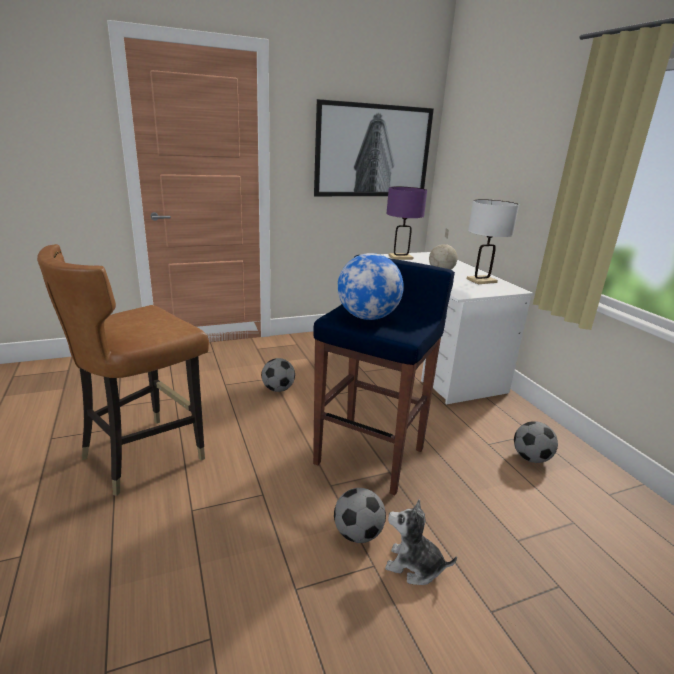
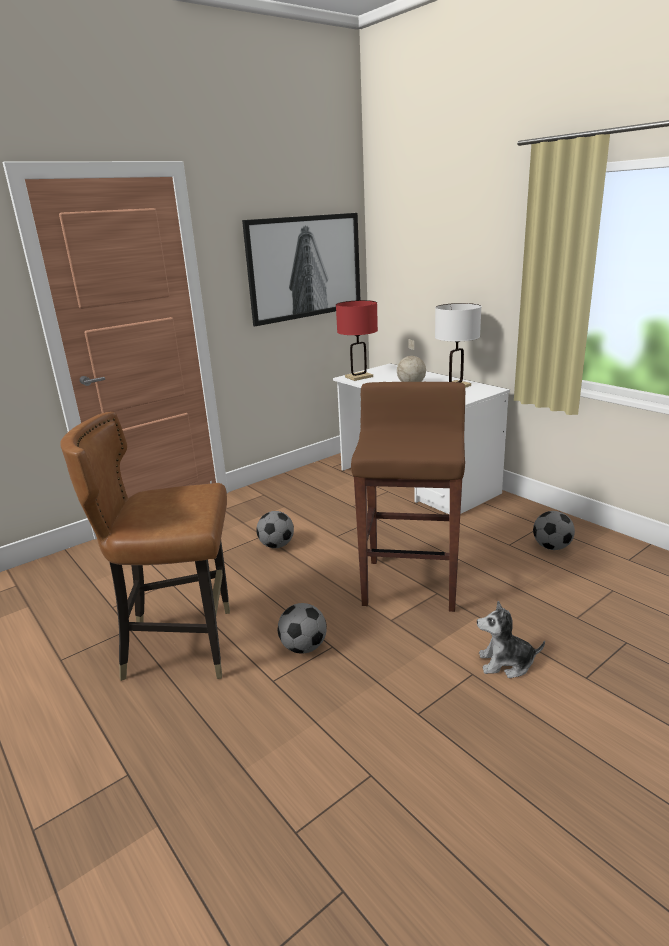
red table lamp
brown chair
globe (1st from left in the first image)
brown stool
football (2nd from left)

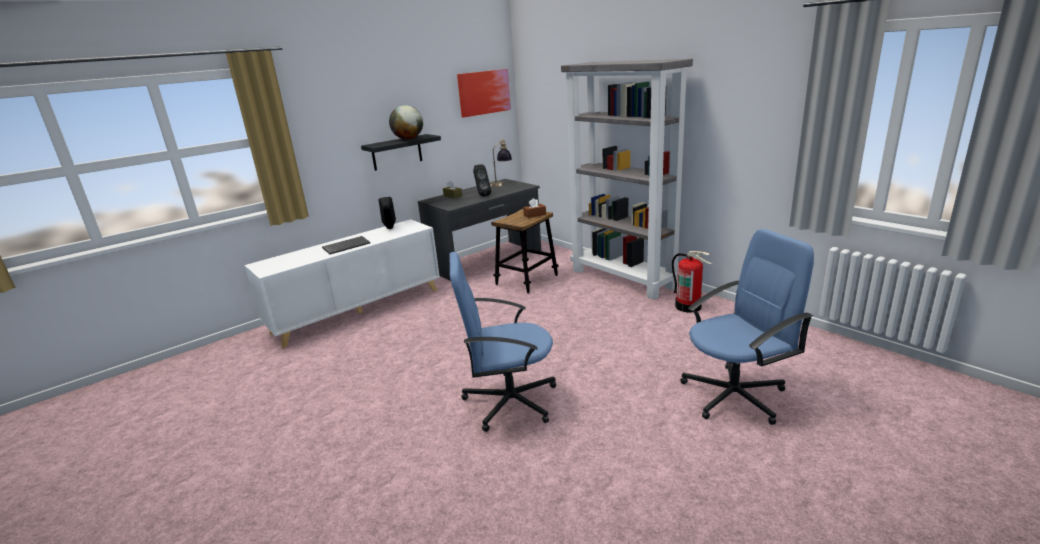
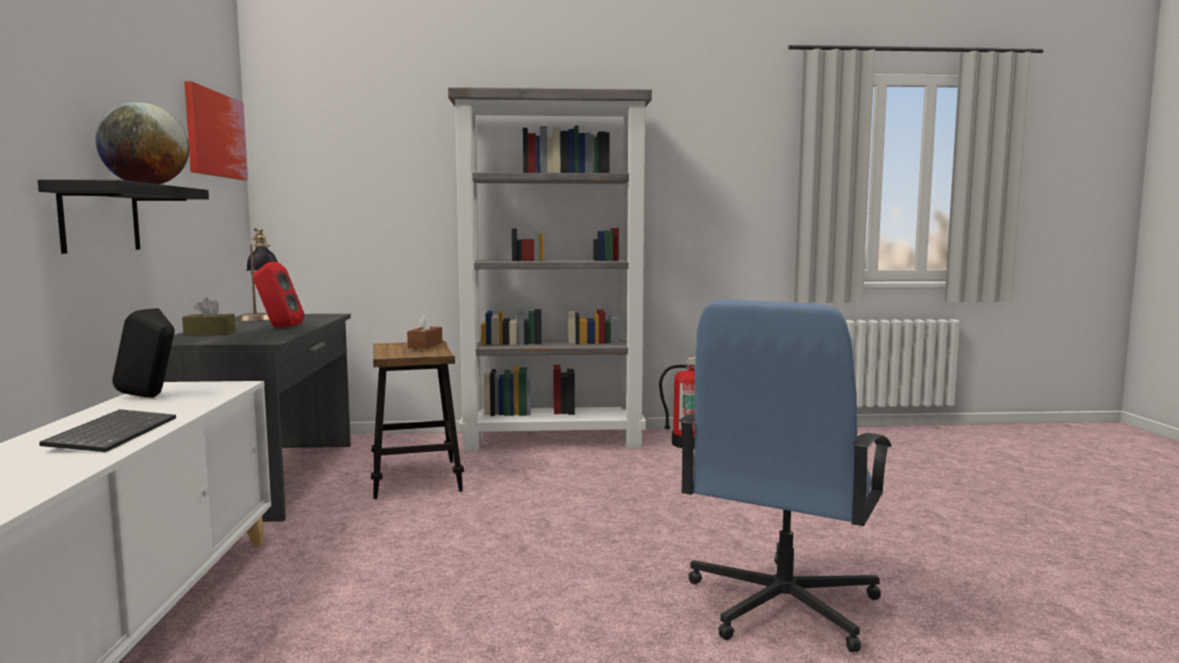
red speaker
blue office chair (2nd from left in the first image)

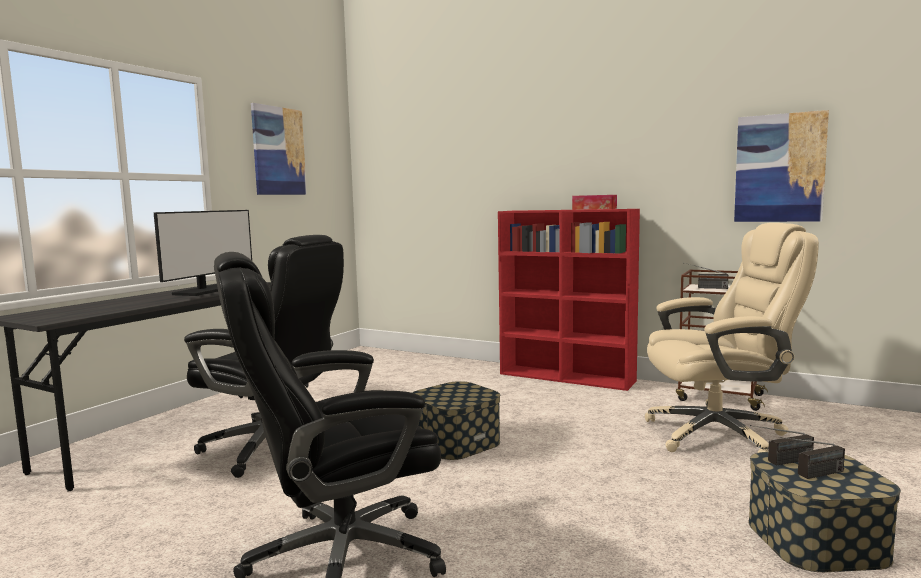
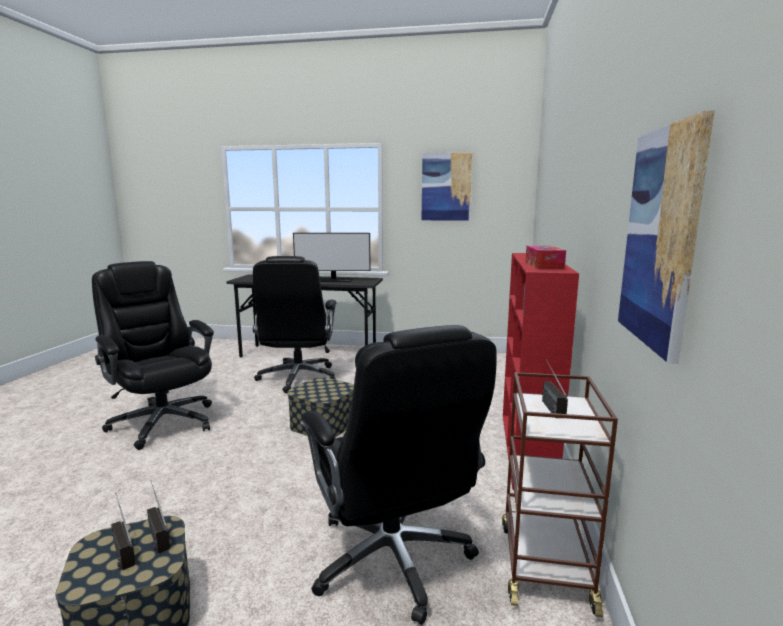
black office chair (3rd from left)

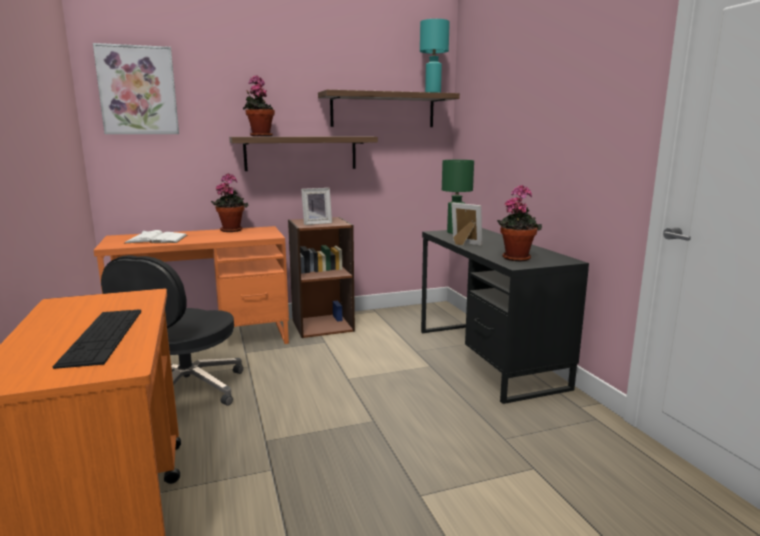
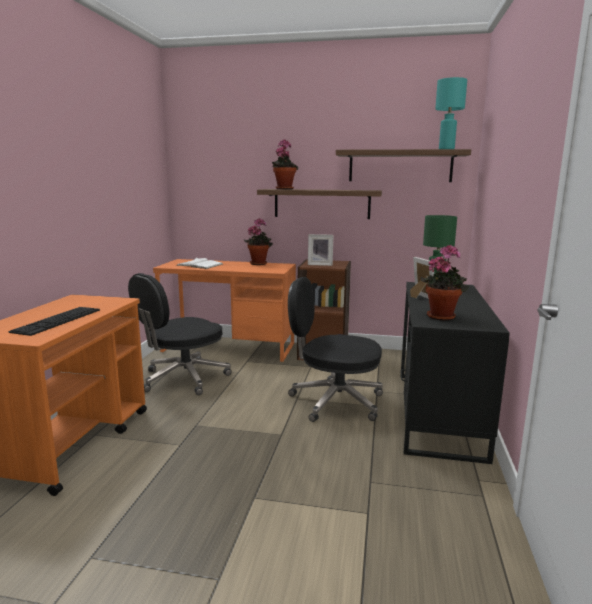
picture
black office chair (2nd from left)

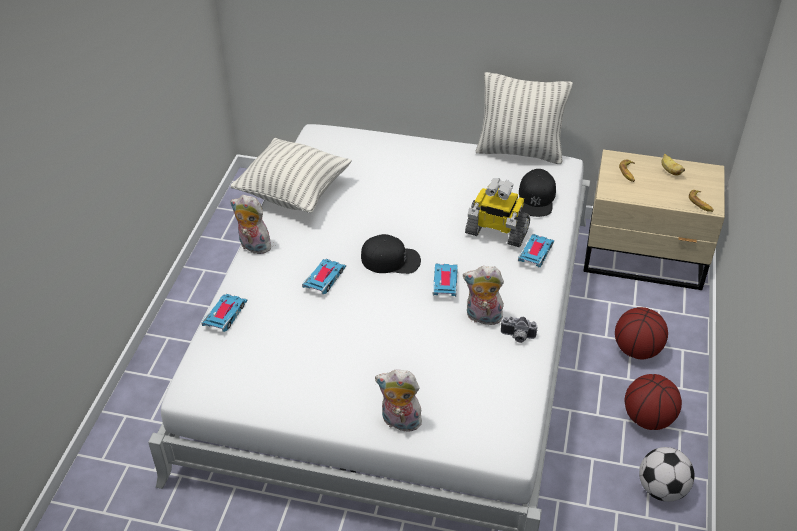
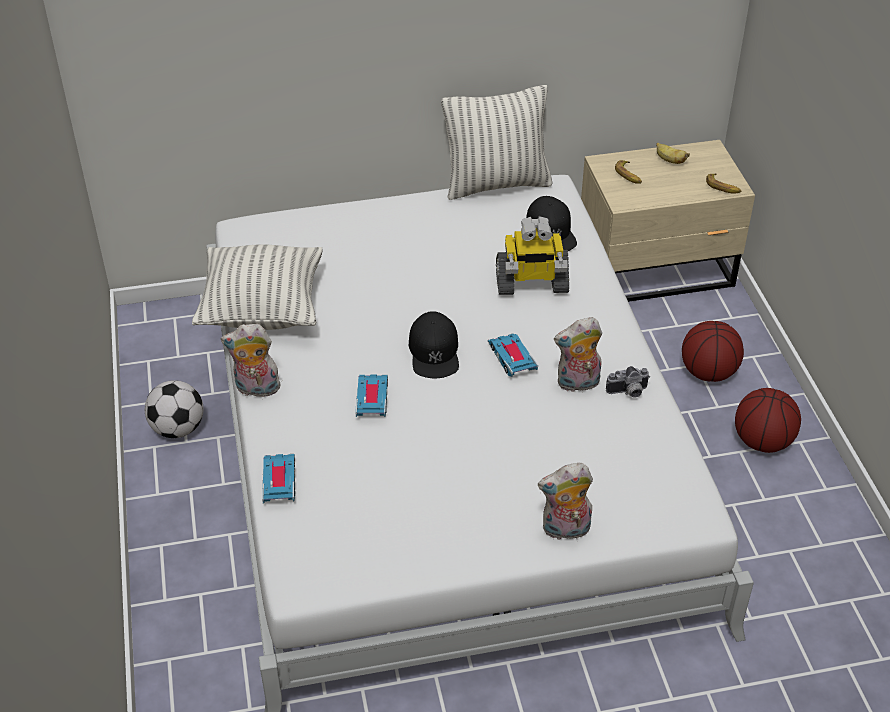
black cap (1st from left)
toy car (4th from left in the first image)
football

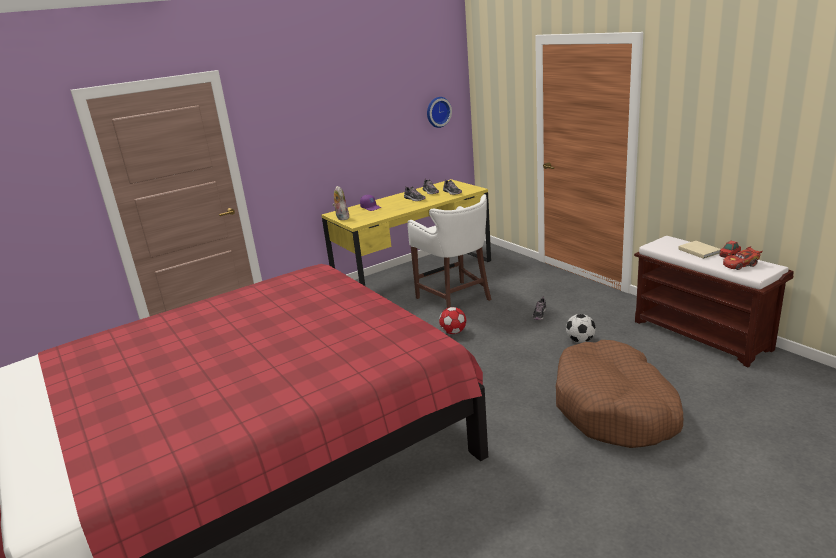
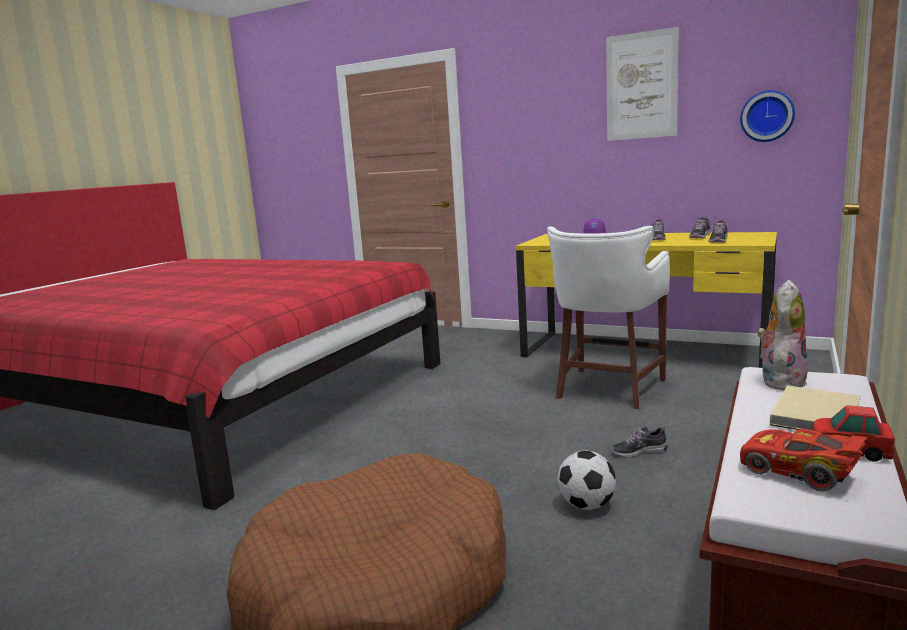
plush toy
football (1st from left in the first image)
picture

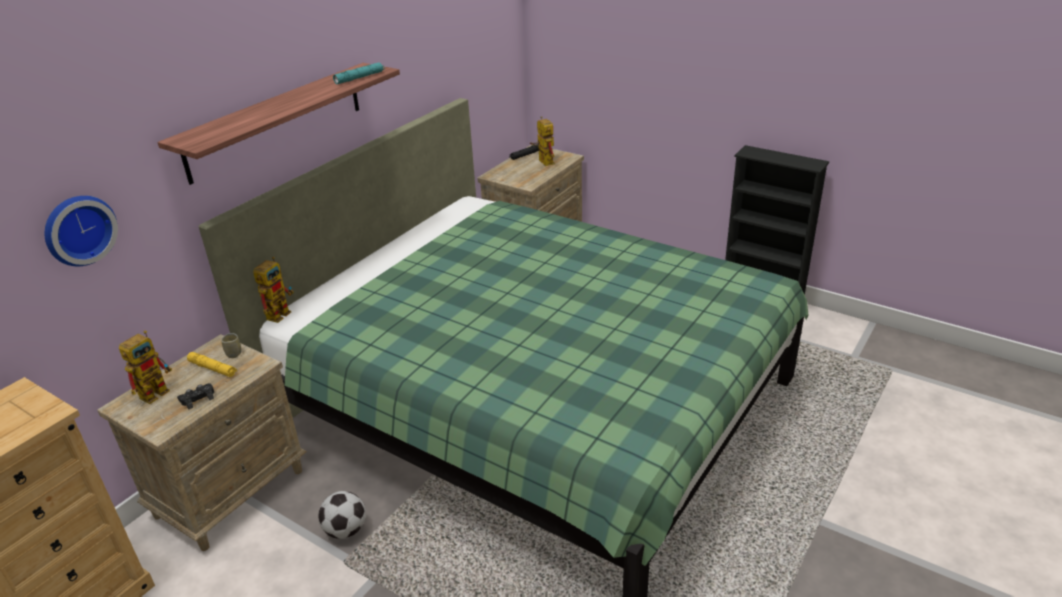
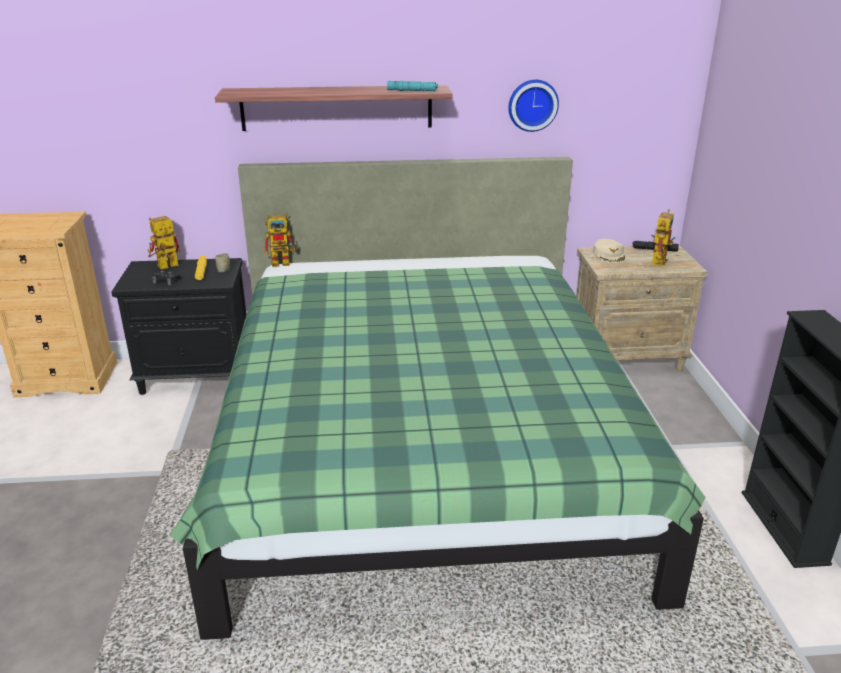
wall clock
toy robot (1st from left)
black nightstand
football
beige cap

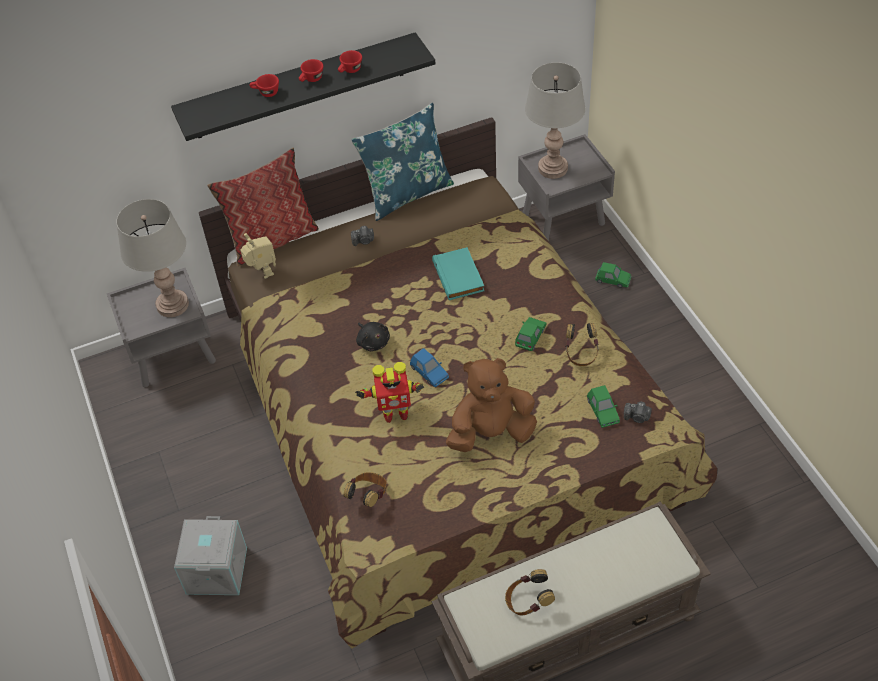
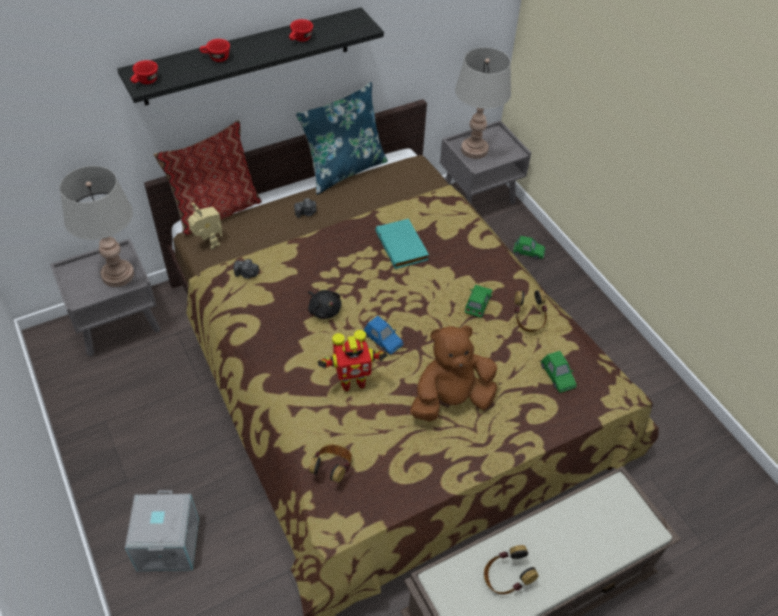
red cup (1st from left)
photo camera (1st from left)

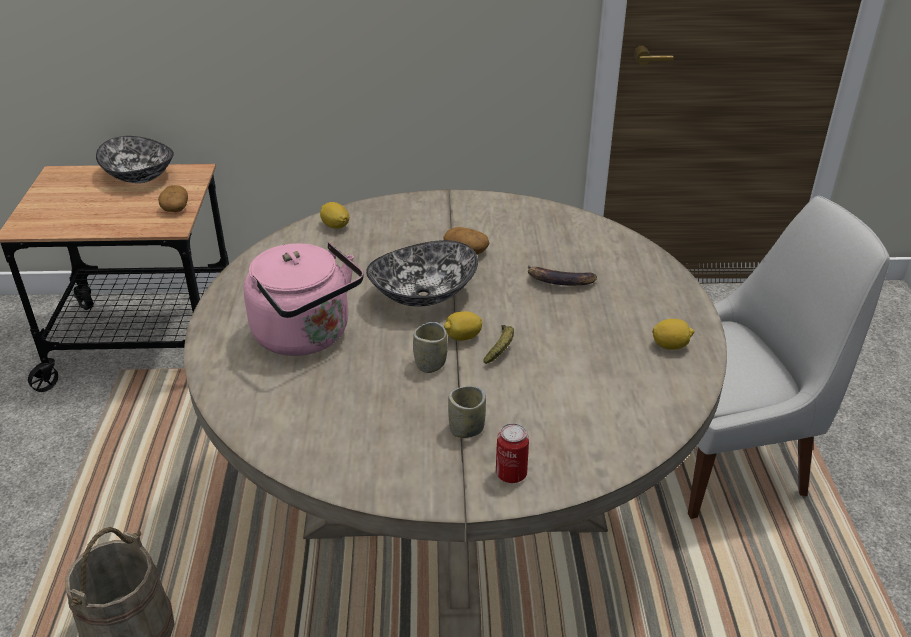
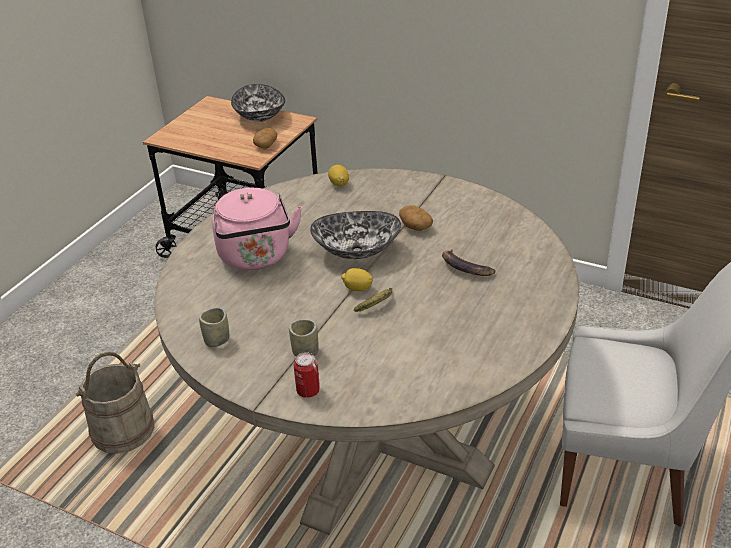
lemon (3rd from left in the first image)
cup (1st from left)

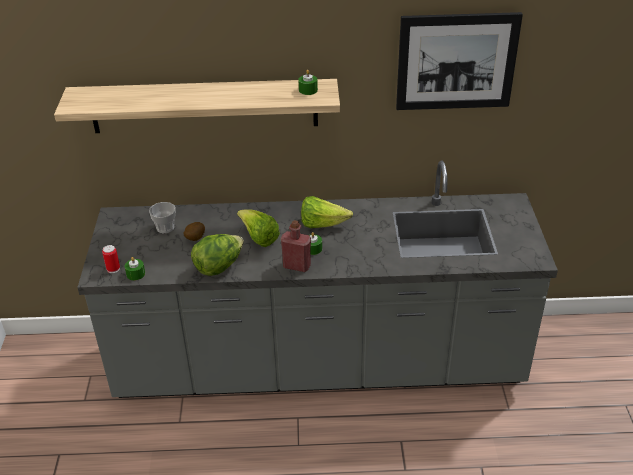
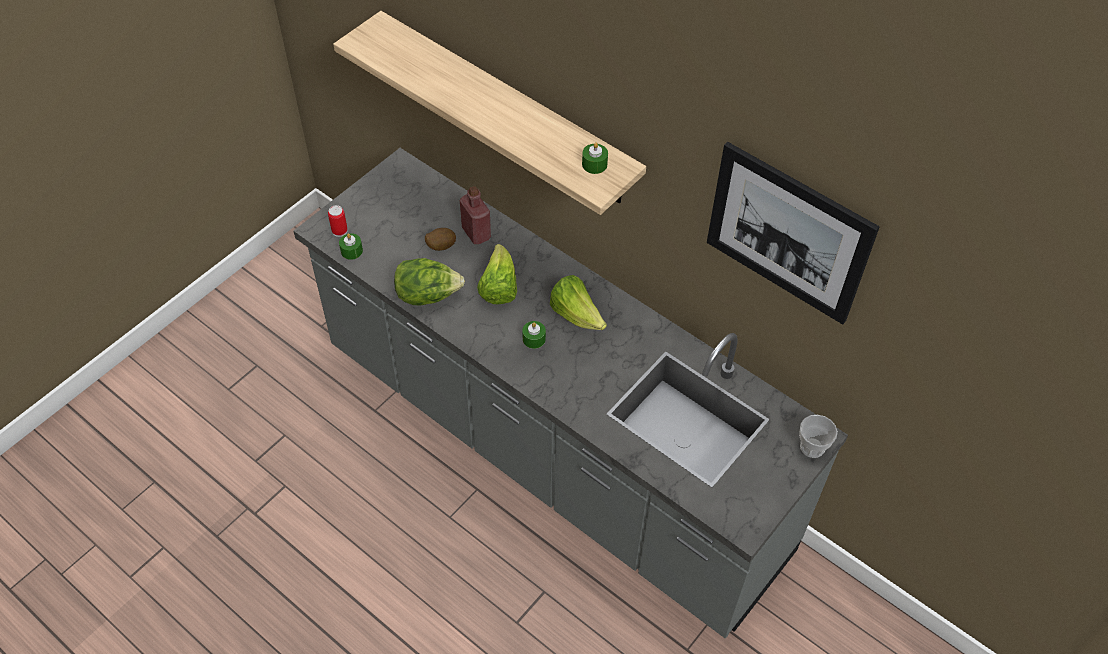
cup
red bottle

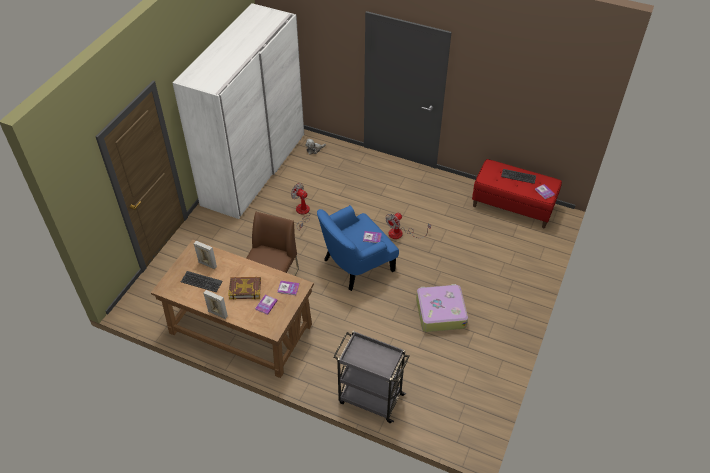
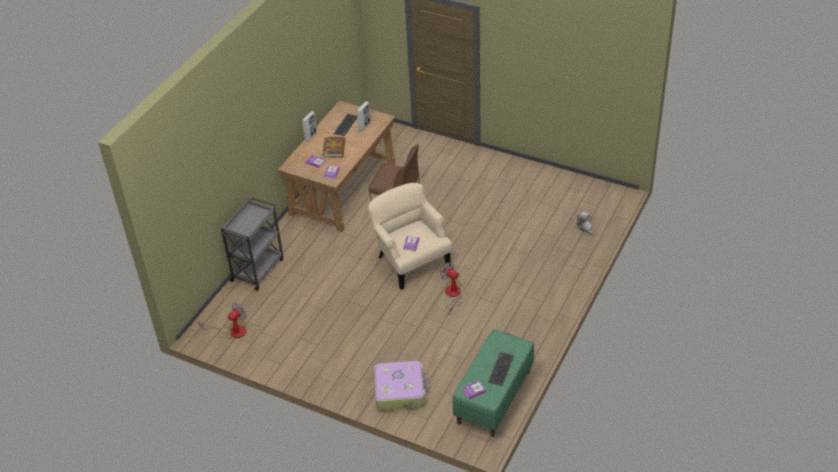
white wardrobe
green bench
fan (1st from left)
beige armchair
suitcase

